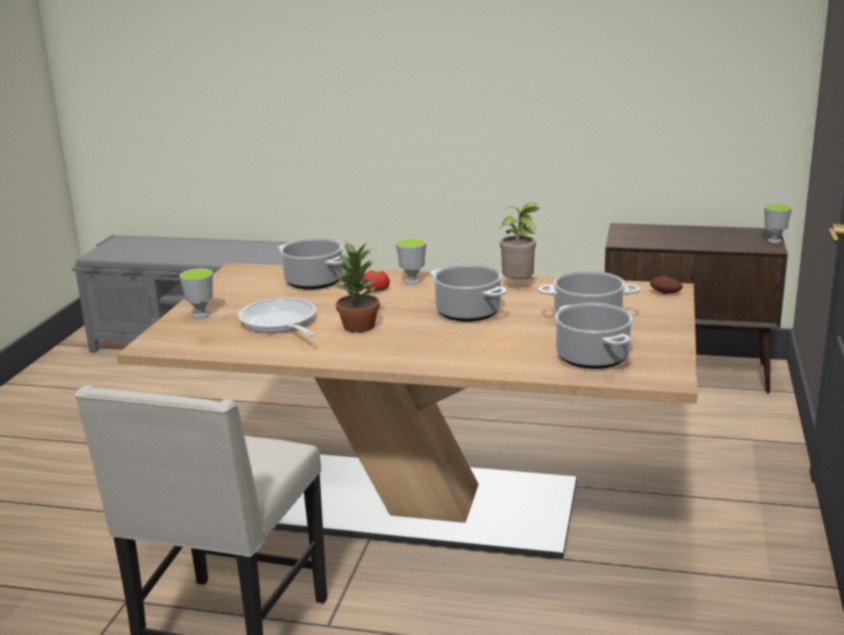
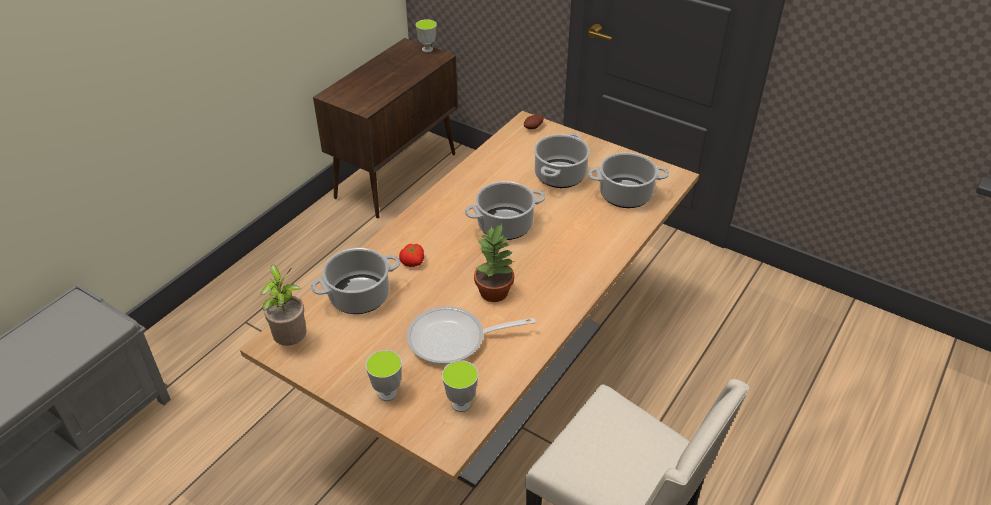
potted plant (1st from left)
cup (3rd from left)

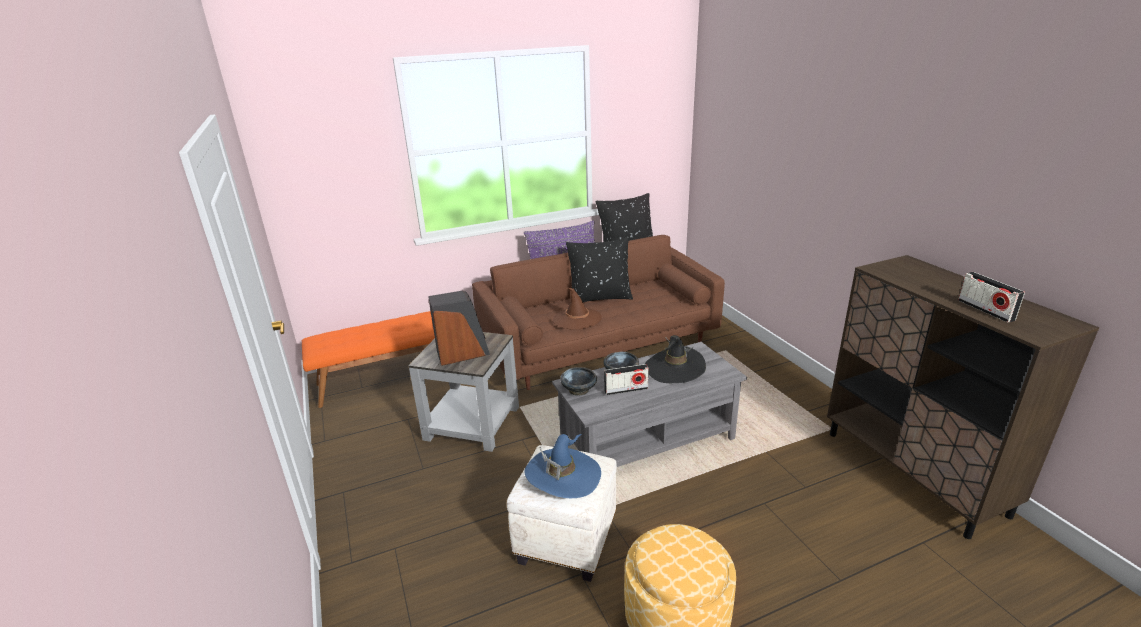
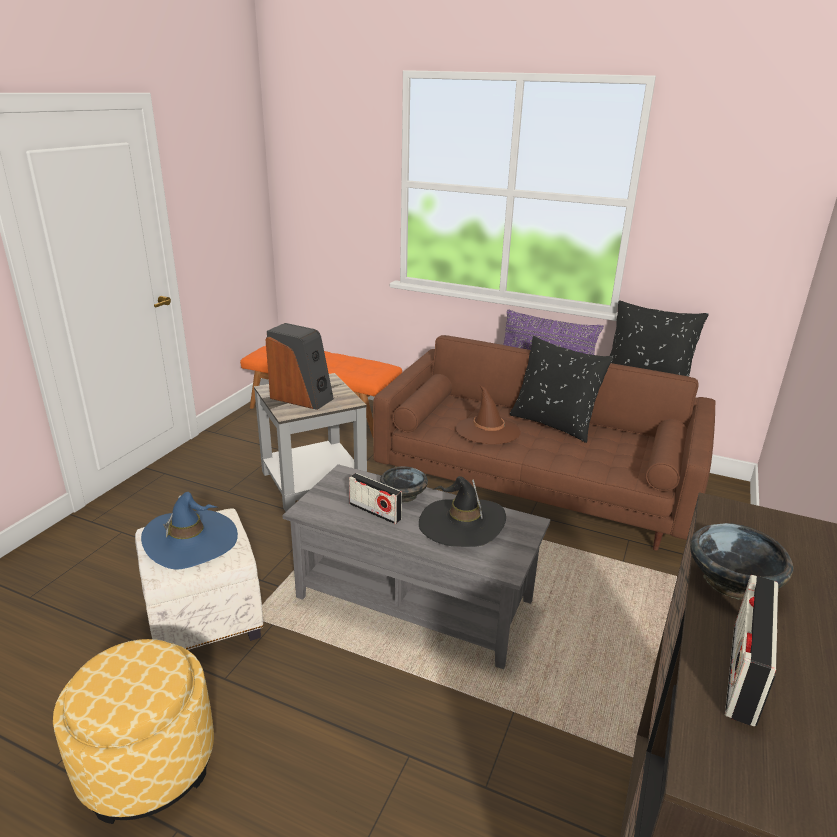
black bowl (2nd from left)

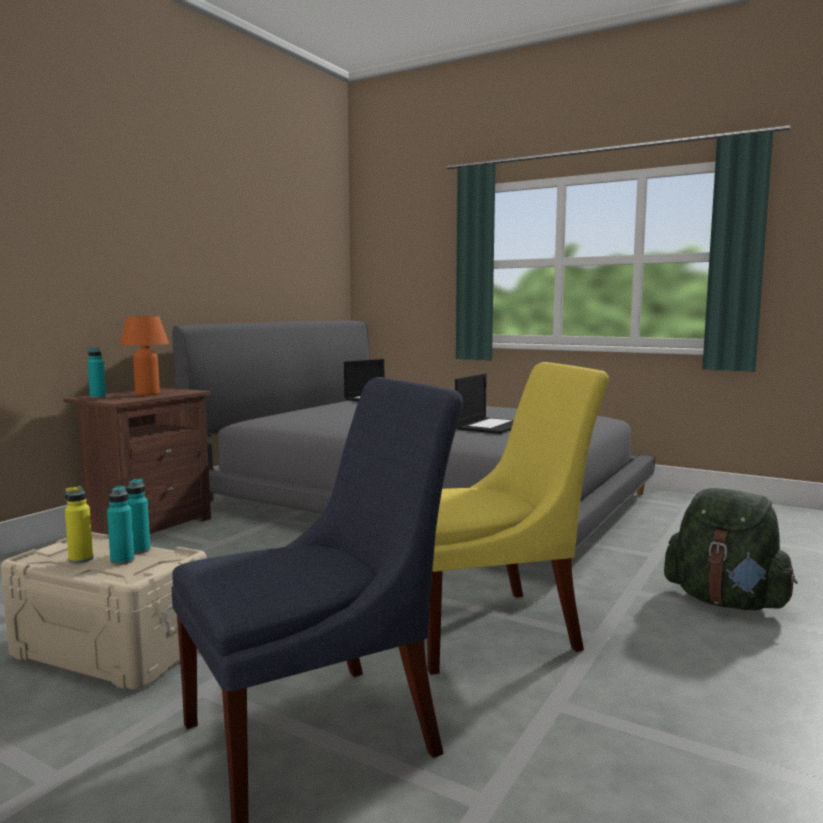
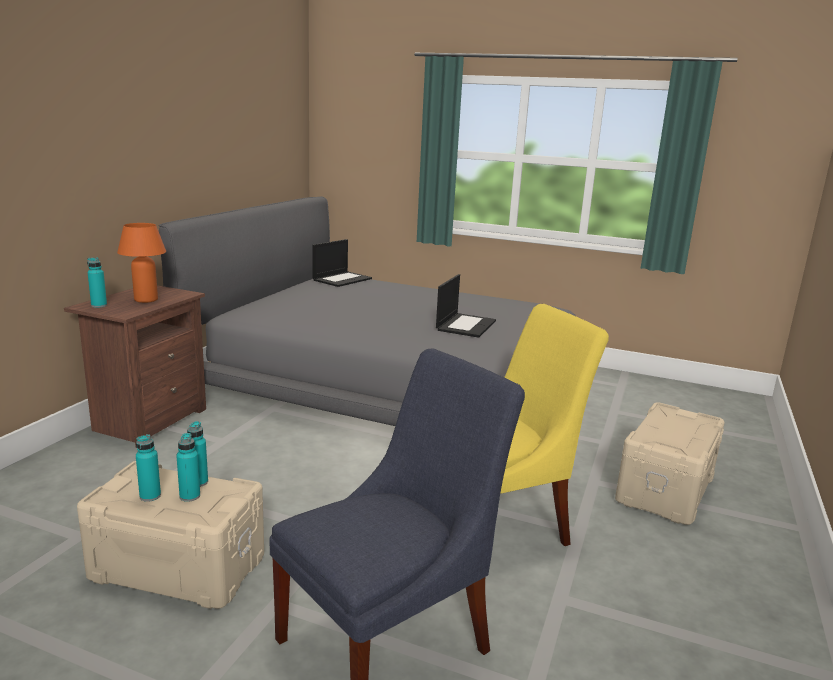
turquoise bottle (2nd from left)
beige storage box (2nd from left)

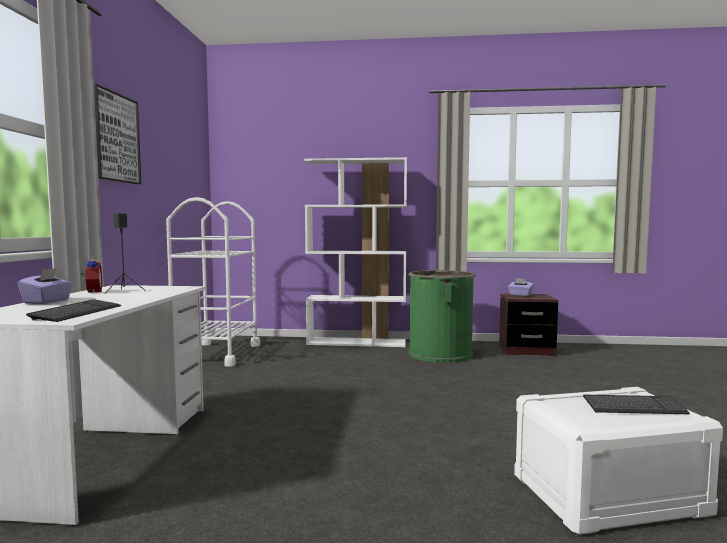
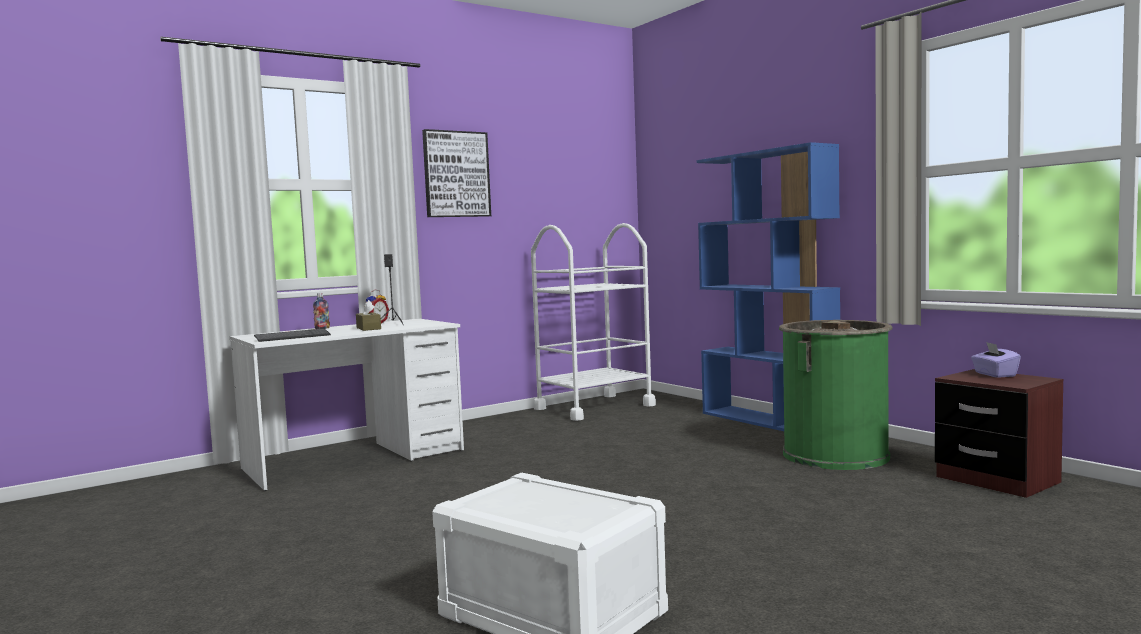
blue bookcase
bottle
keyboard (2nd from left in the first image)
brown tissue box

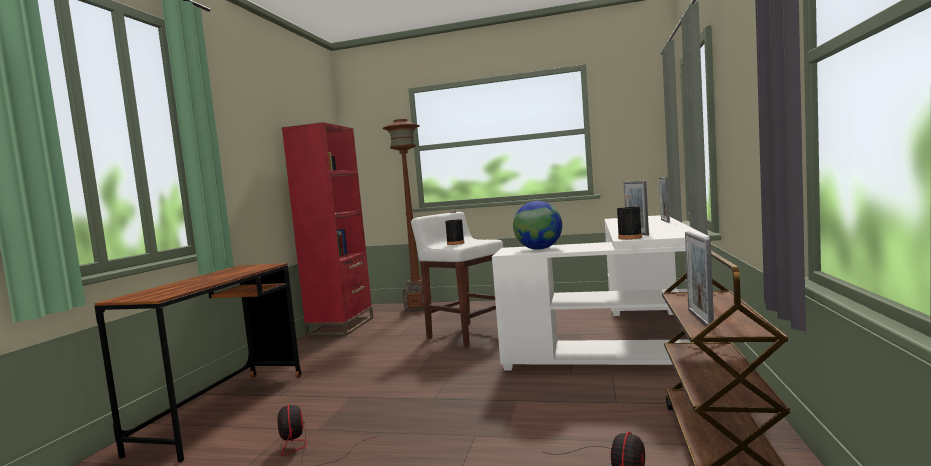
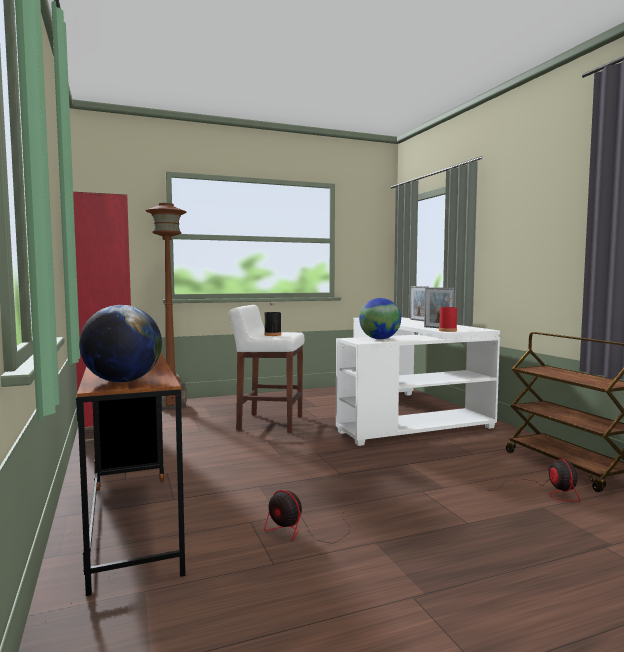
red bottle
picture frame (3rd from left in the first image)
globe (1st from left)

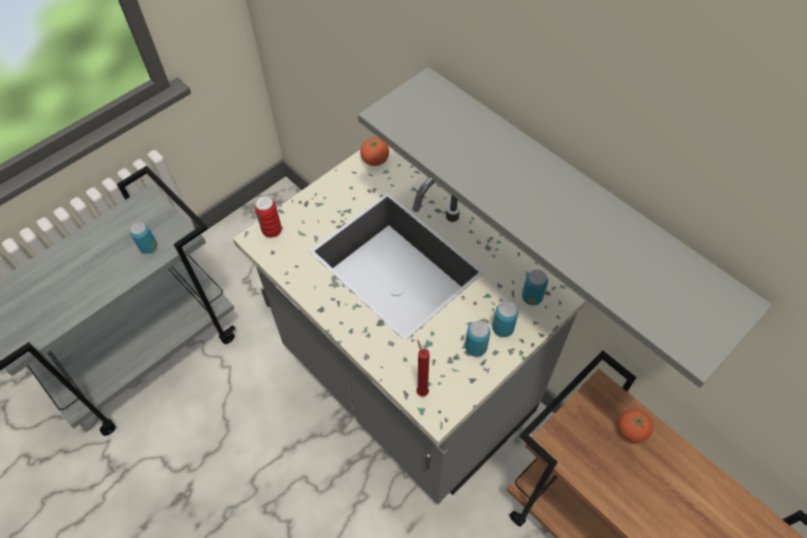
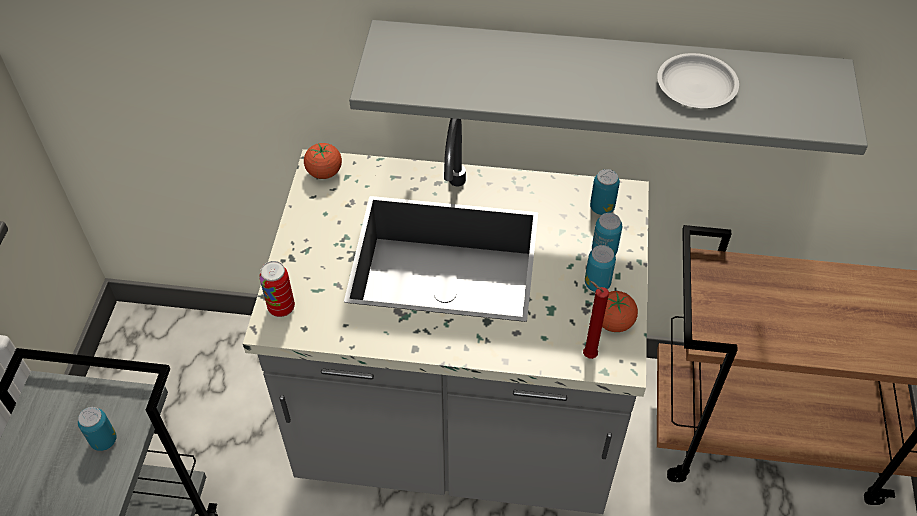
tomato (2nd from left)
white plate

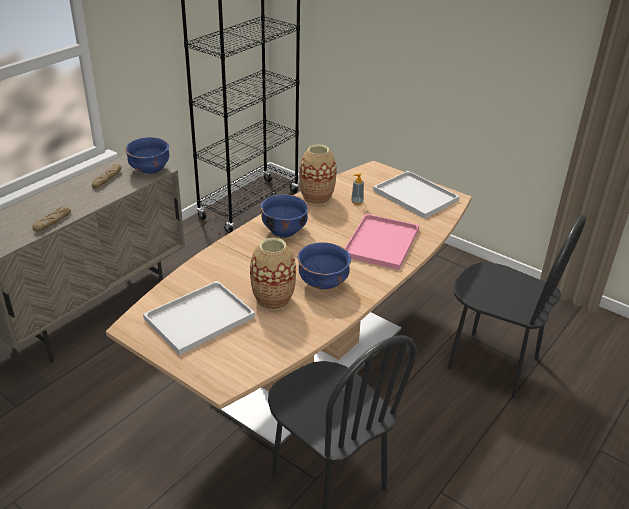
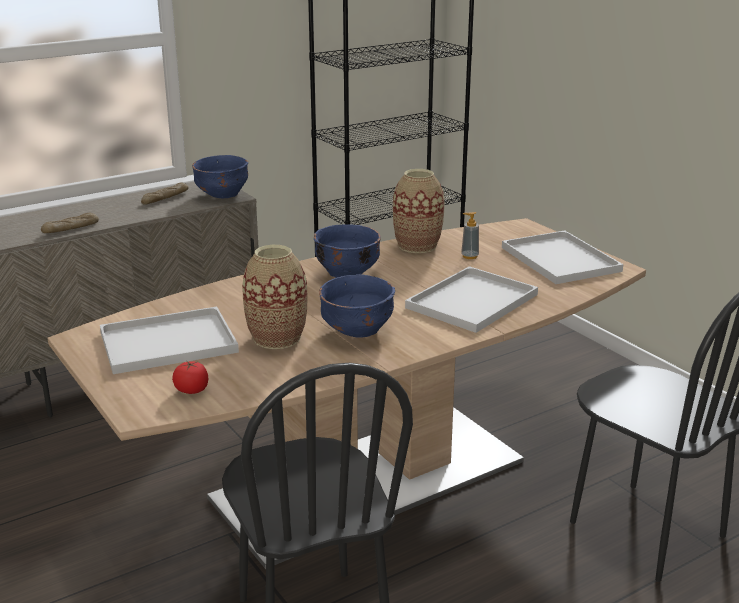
white tray (2nd from left)
tomato

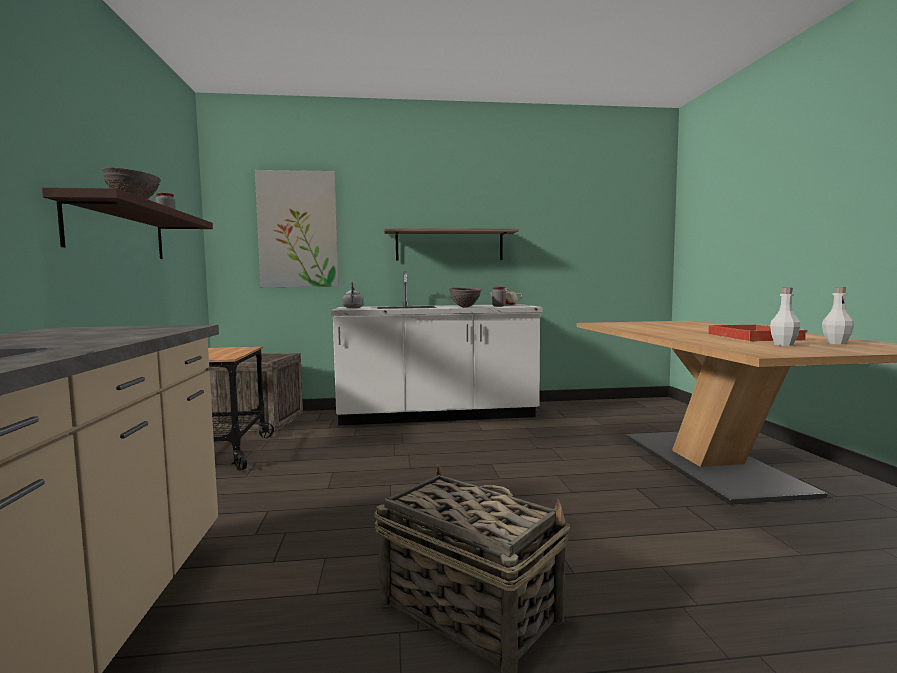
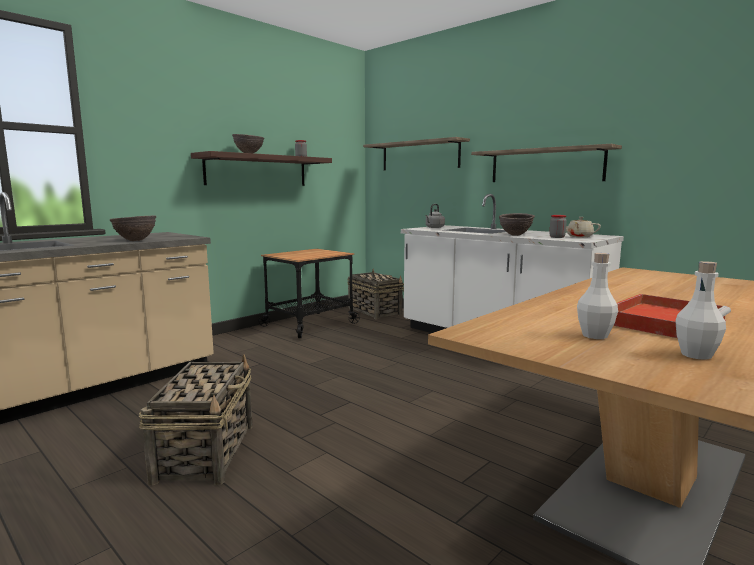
shelf (2nd from left)
basket (2nd from left)
brown bowl (1st from left)

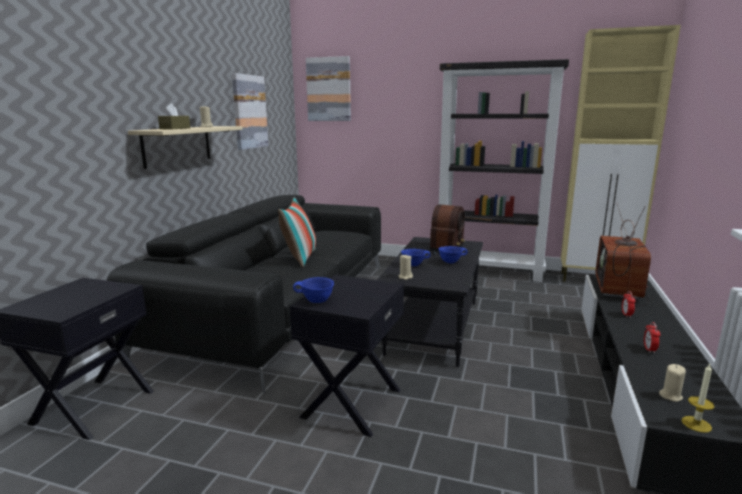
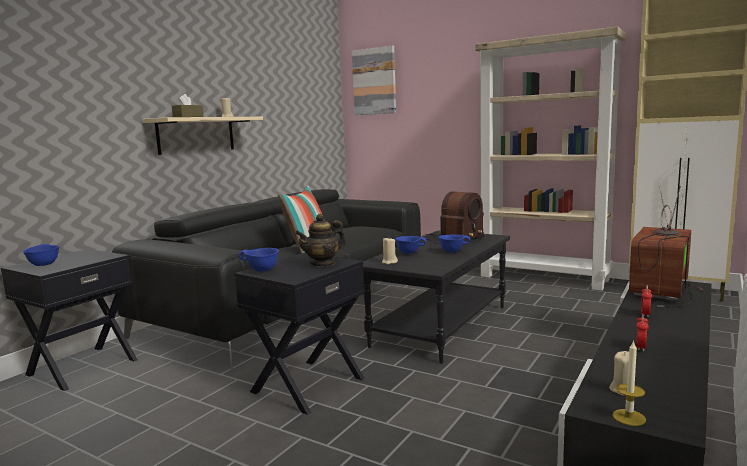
beige bookcase
picture (1st from left in the first image)
teapot
blue bowl (1st from left)

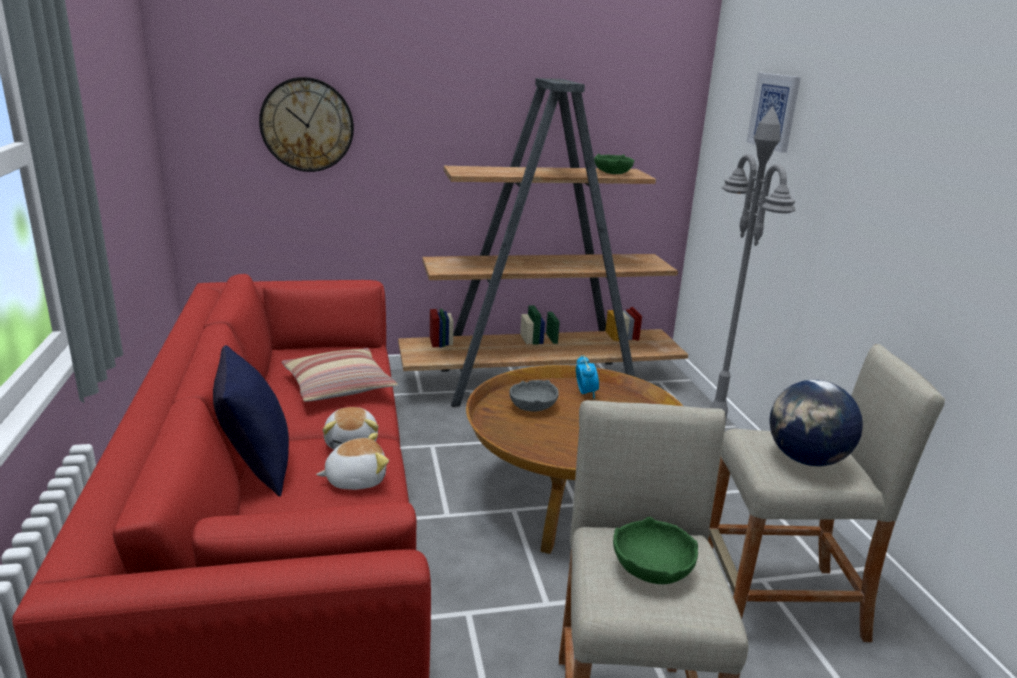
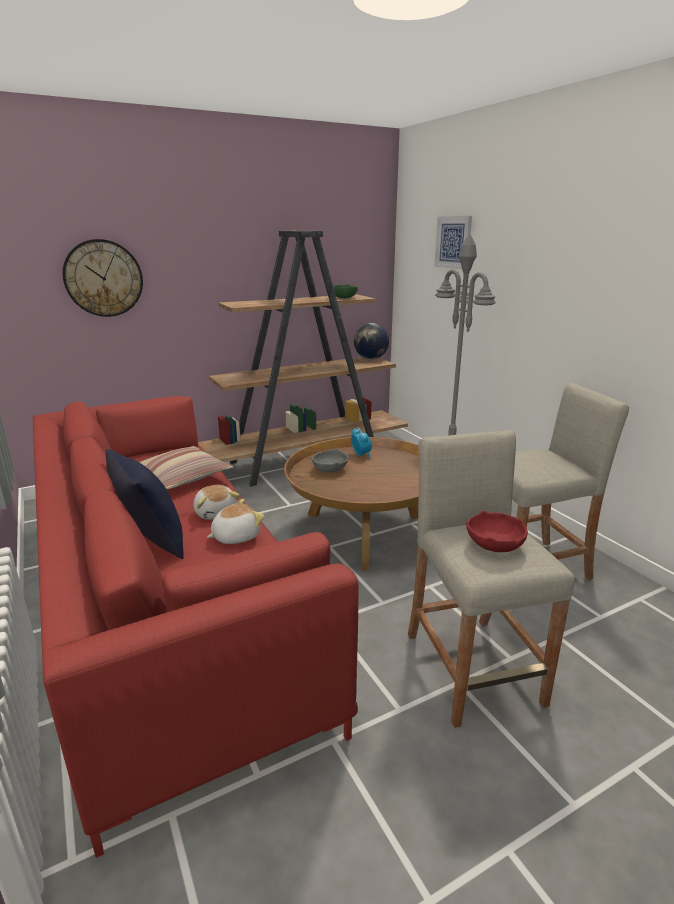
globe
red bowl

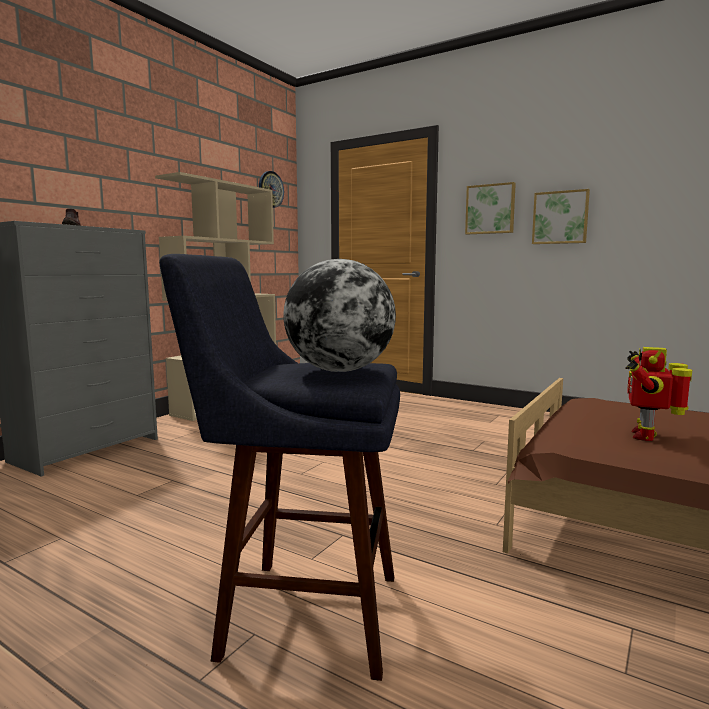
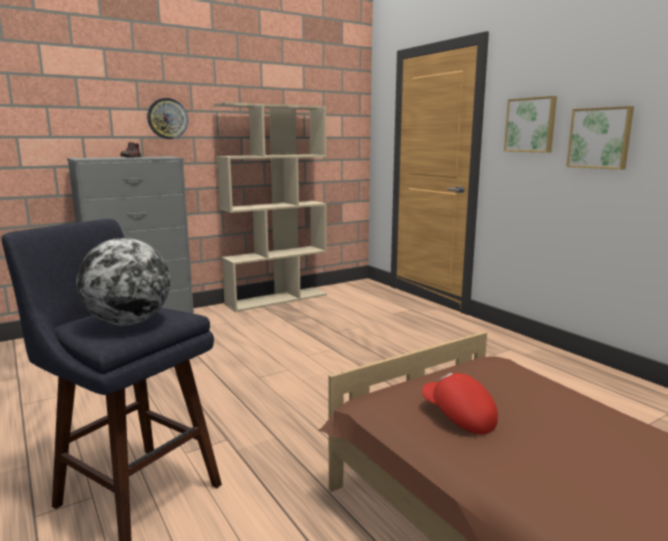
wall clock
red cap

